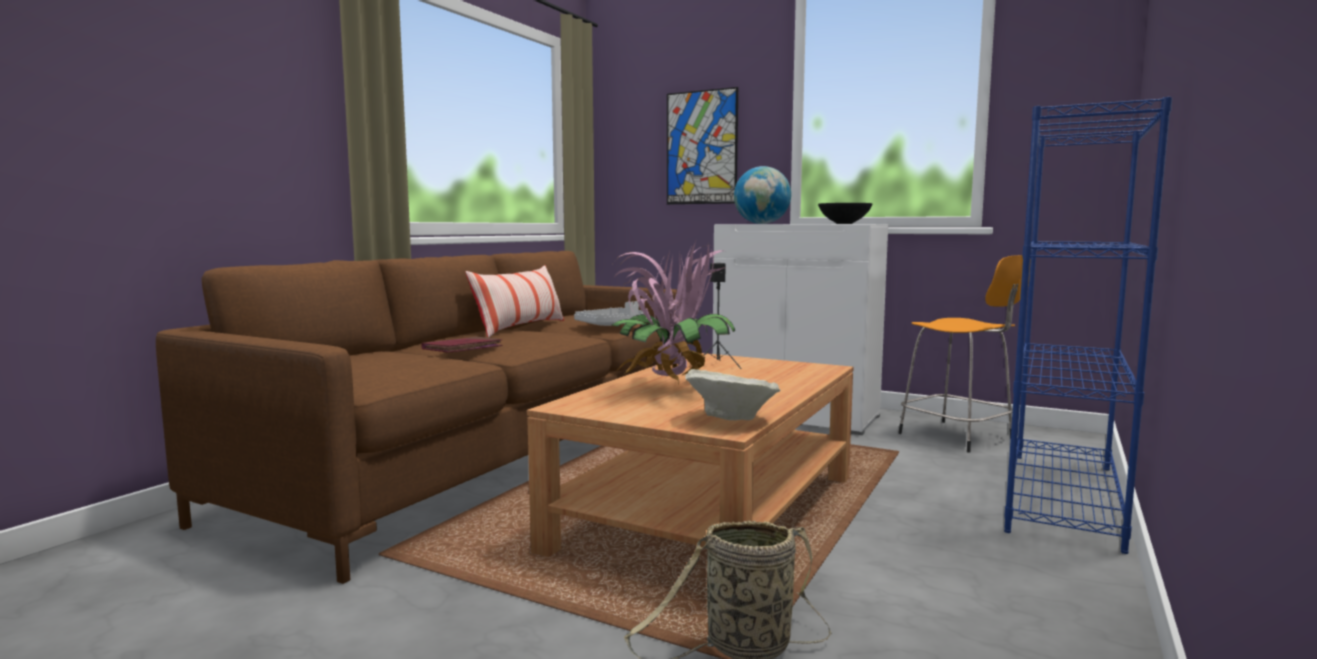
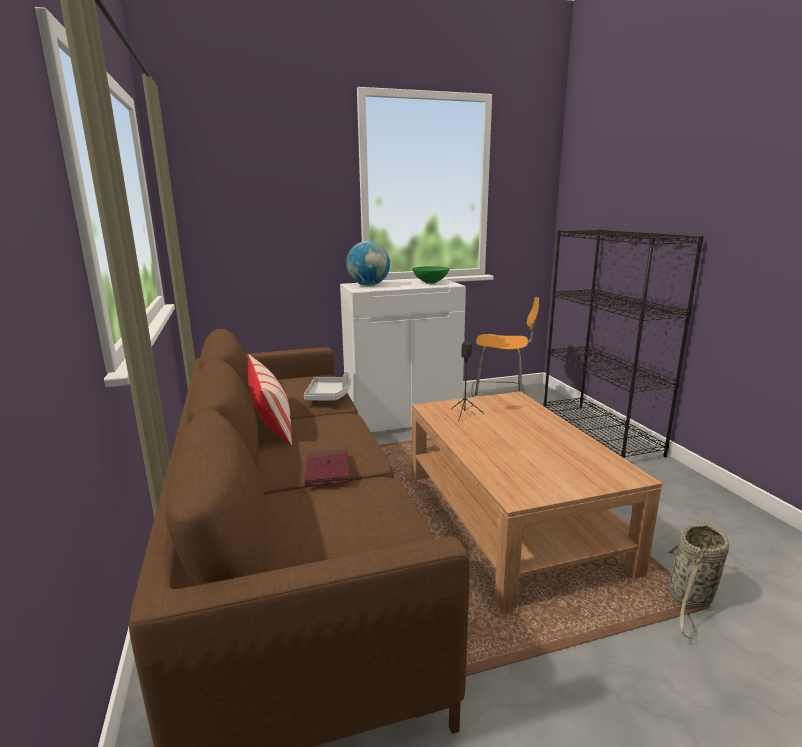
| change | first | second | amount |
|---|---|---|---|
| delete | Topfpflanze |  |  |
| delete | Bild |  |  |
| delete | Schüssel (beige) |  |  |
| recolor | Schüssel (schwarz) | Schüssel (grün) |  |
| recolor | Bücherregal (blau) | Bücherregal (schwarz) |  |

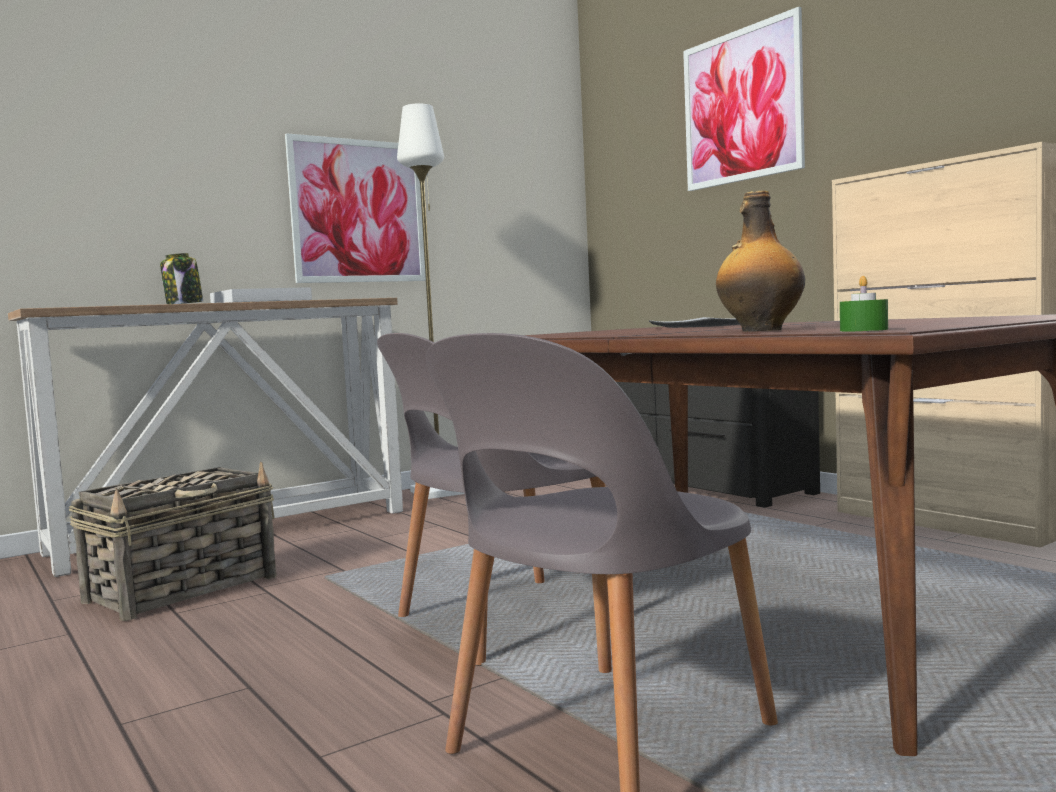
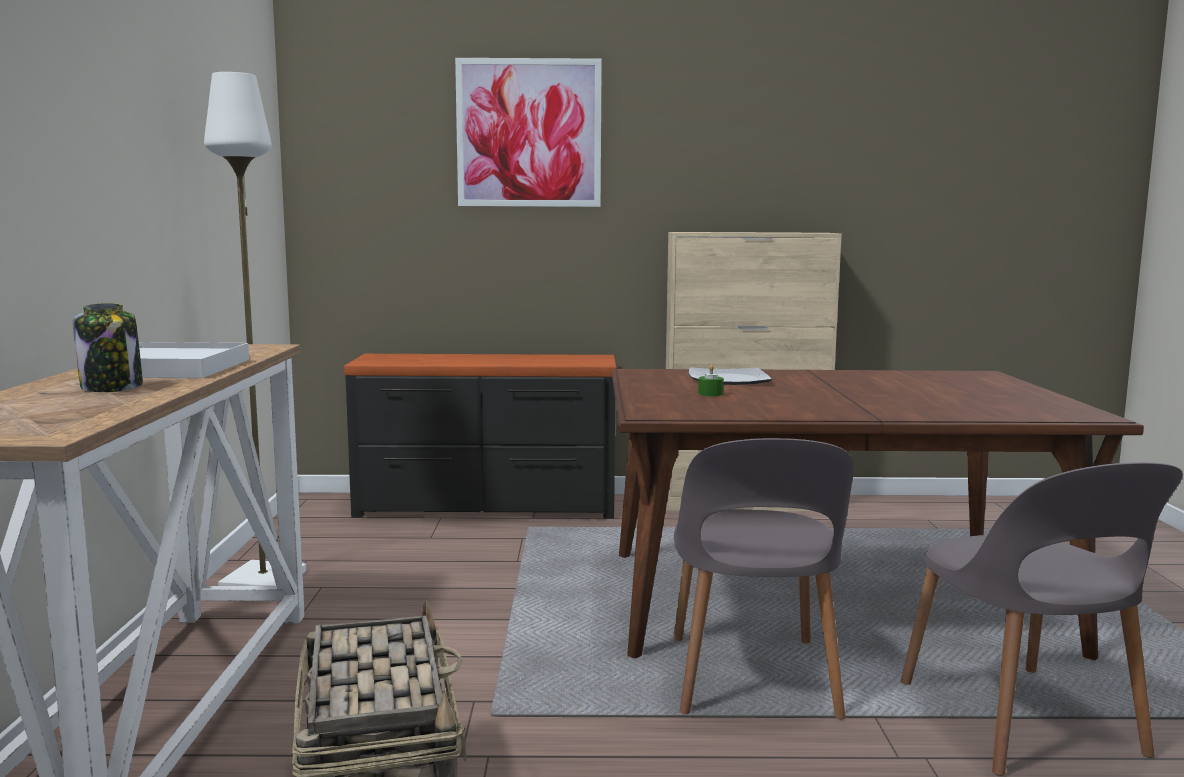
| change | first | second | amount |
|---|---|---|---|
| delete | Bild (1st from left) |  |  |
| delete | Flasche |  |  |
| move | Kerze (grün) |  |  |

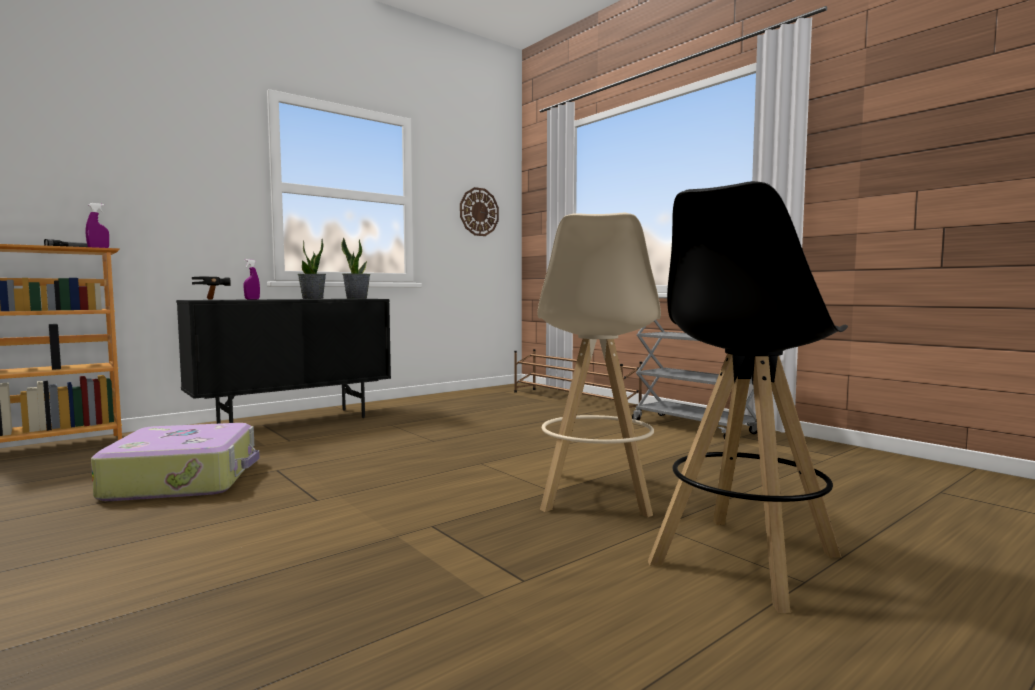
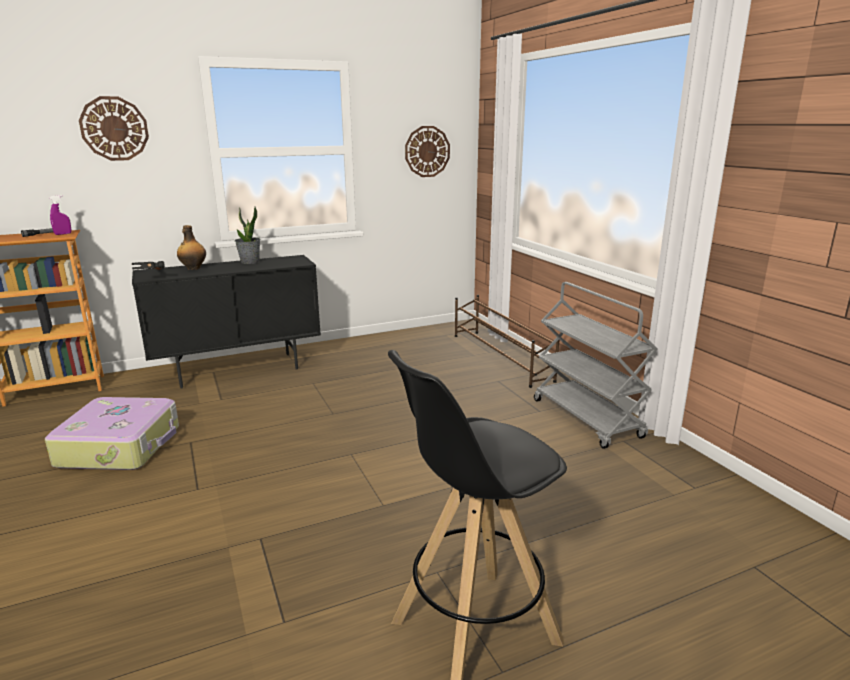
| change | first | second | amount |
|---|---|---|---|
| replace | Sprühflasche (lila) (2nd from left) | Flasche |  |
| delete | Topfpflanze (2nd from left) |  |  |
| delete | Hocker (beige) |  |  |
| insert |  | Wanduhr (1st from left) |  |

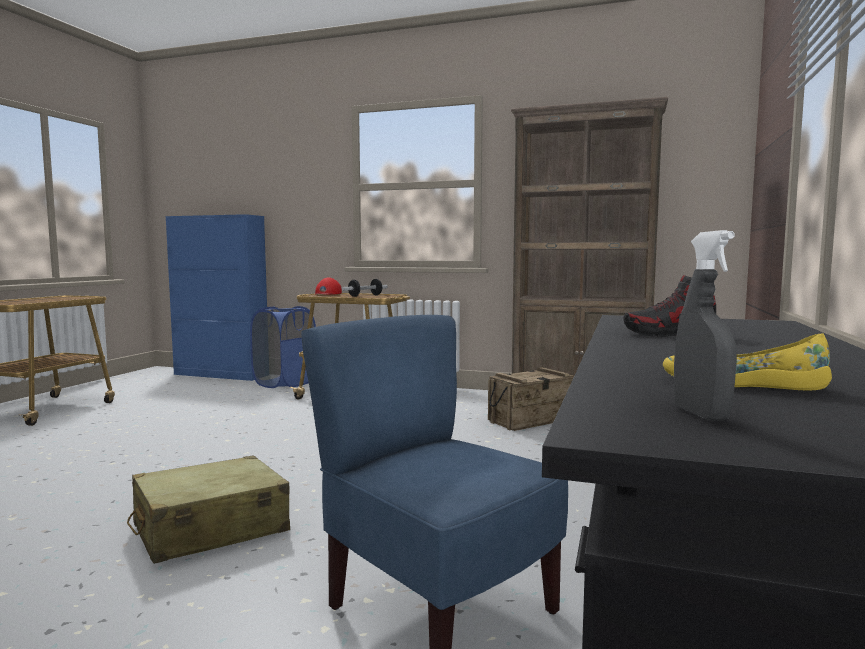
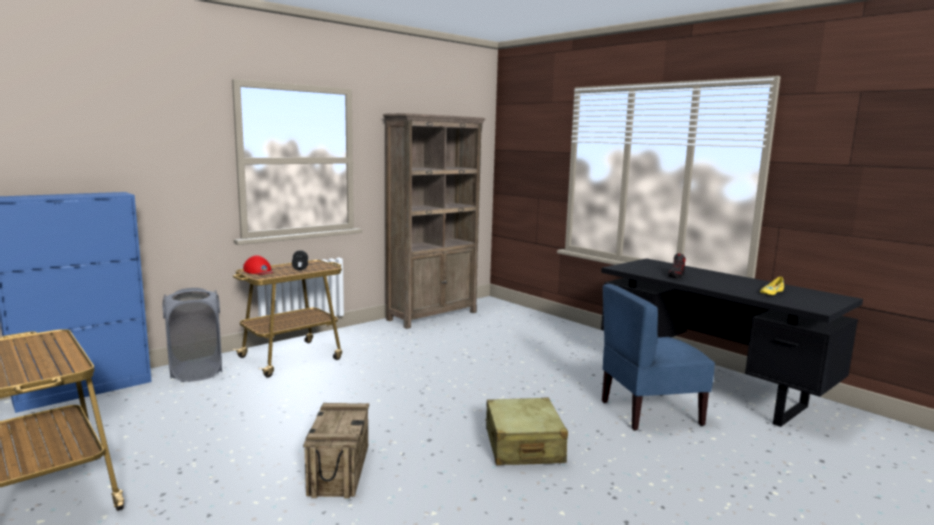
| change | first | second | amount |
|---|---|---|---|
| recolor | Wäschekorb (blau) | Wäschekorb (grau) |  |
| move | Kiste |  |  |
| delete | Sprühflasche (grau) |  |  |

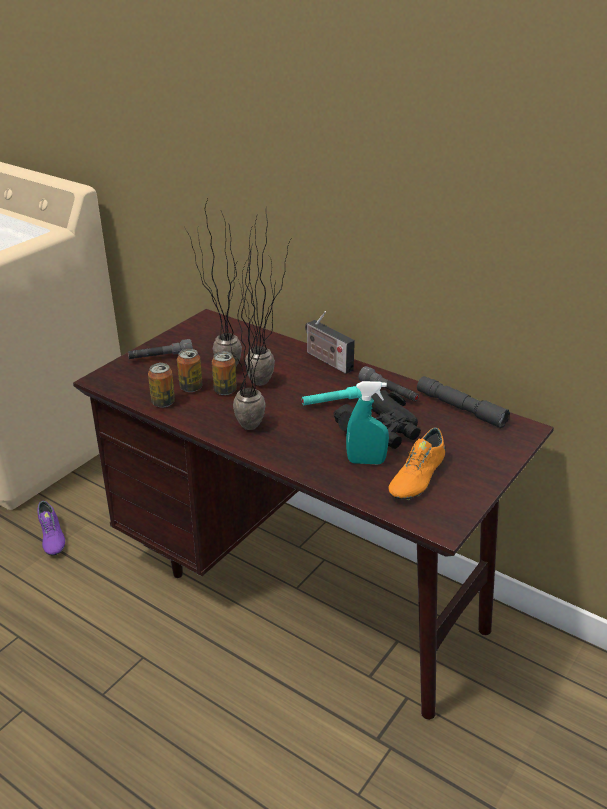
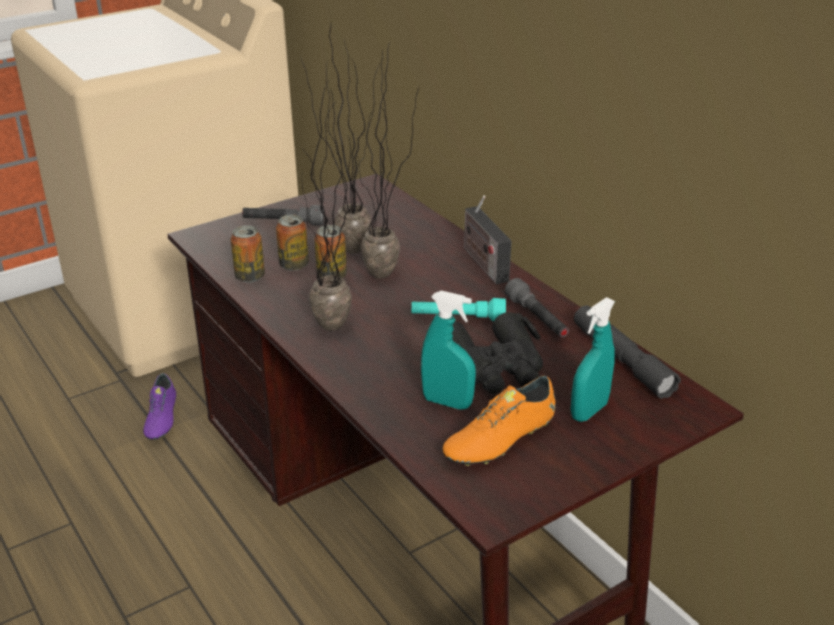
| change | first | second | amount |
|---|---|---|---|
| insert |  | Sprühflasche (türkis) (2nd from left) |  |

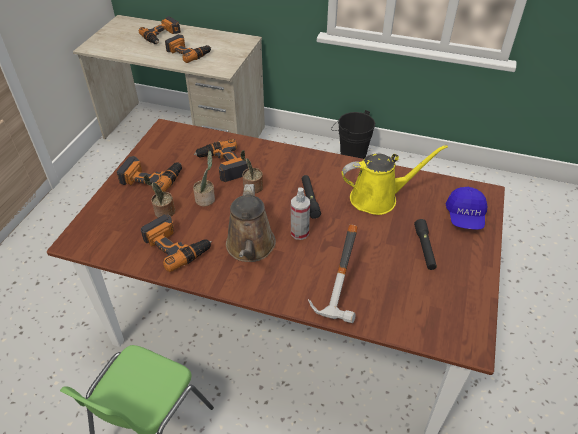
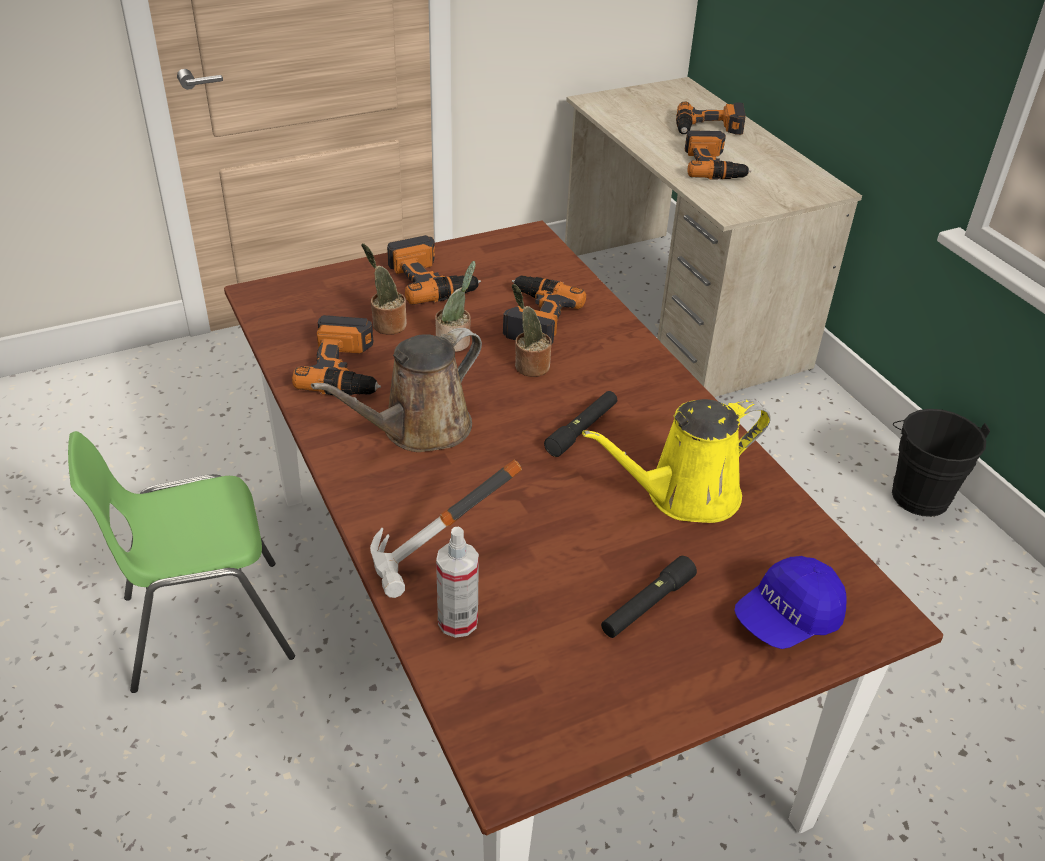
| change | first | second | amount |
|---|---|---|---|
| move | Sprühflasche |  |  |
| rotate | Gießkanne (gelb) |  | 120 degrees clockwise |

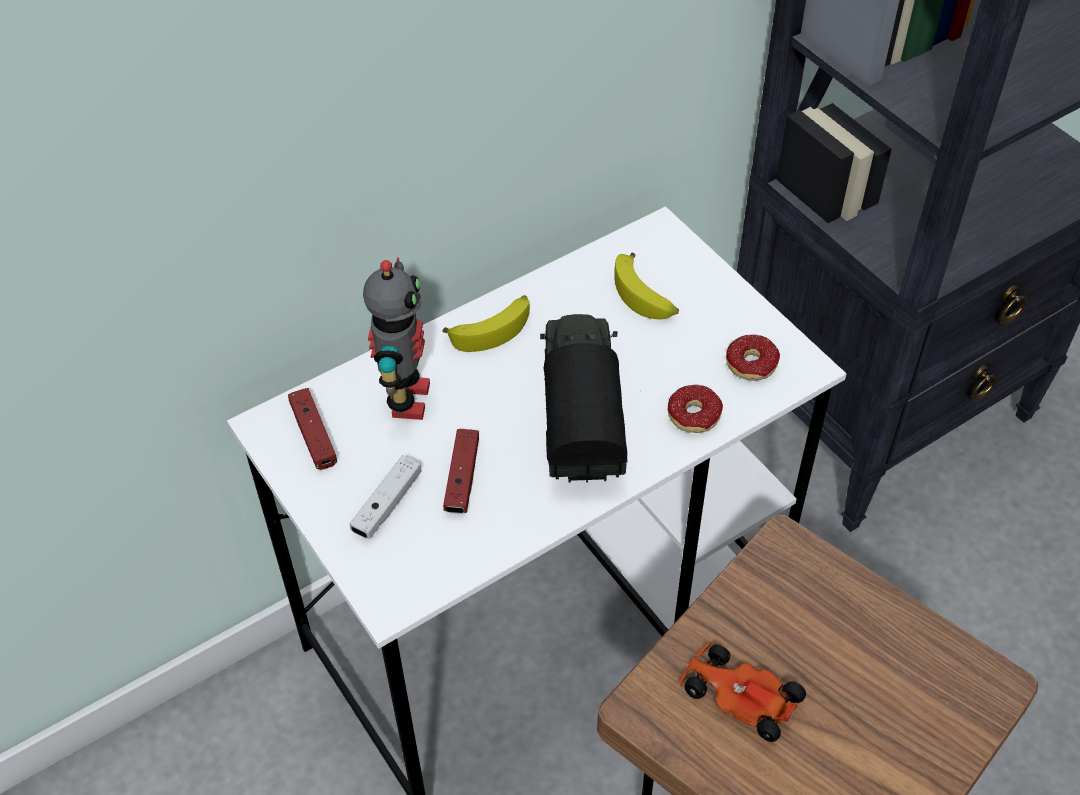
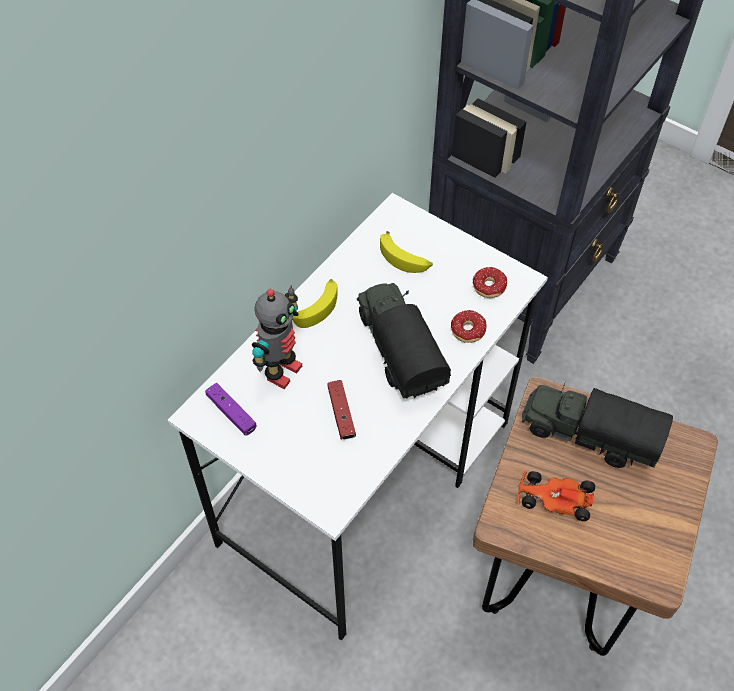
| change | first | second | amount |
|---|---|---|---|
| recolor | Gamepad (rot) (1st from left) | Gamepad (lila) |  |
| delete | Gamepad (weiß) |  |  |
| rotate | Spielzeugroboter |  | 45 degrees clockwise |
| insert |  | Spielzeuglaster (2nd from left) |  |

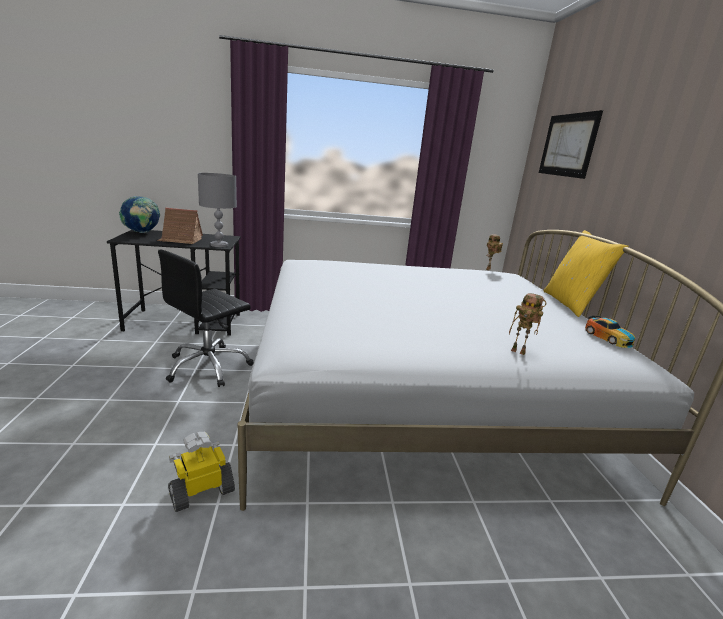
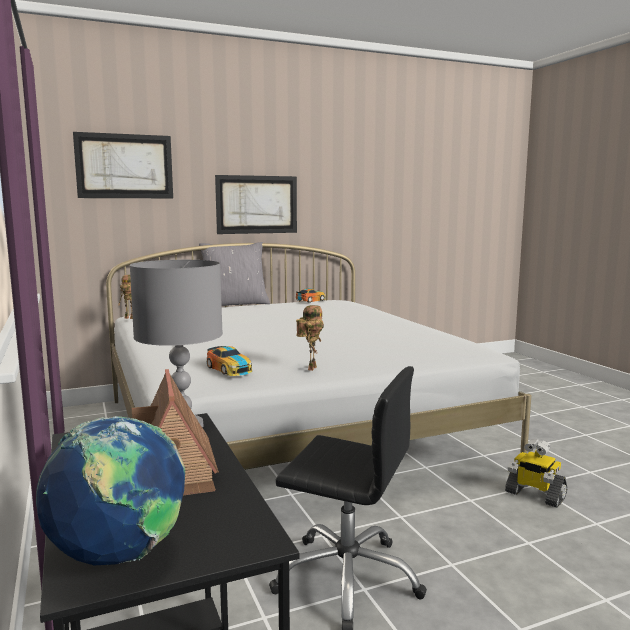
| change | first | second | amount |
|---|---|---|---|
| move | Spielzeugroboter (3rd from left in the first image) | Spielzeugroboter (2nd from left) |  |
| recolor | Kissen (gelb) | Kissen (grau) |  |
| insert |  | Spielzeugauto (1st from left) |  |
| insert |  | Bild (2nd from left) |  |

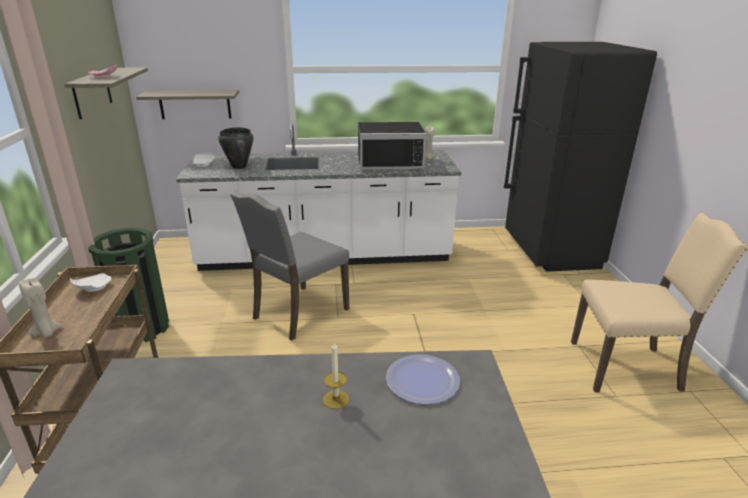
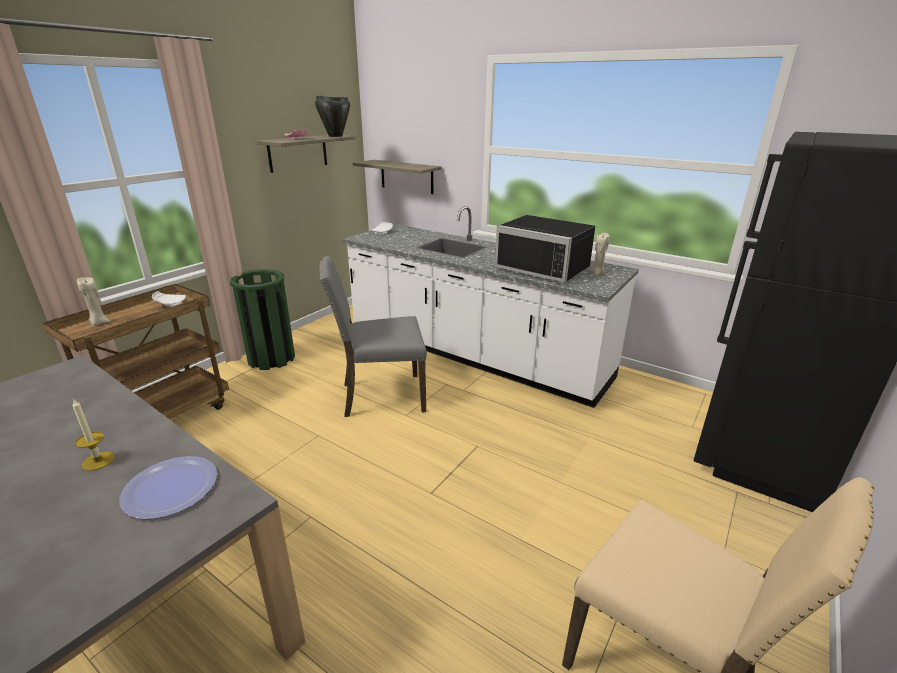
| change | first | second | amount |
|---|---|---|---|
| move | Kochtopf (schwarz) |  |  |

